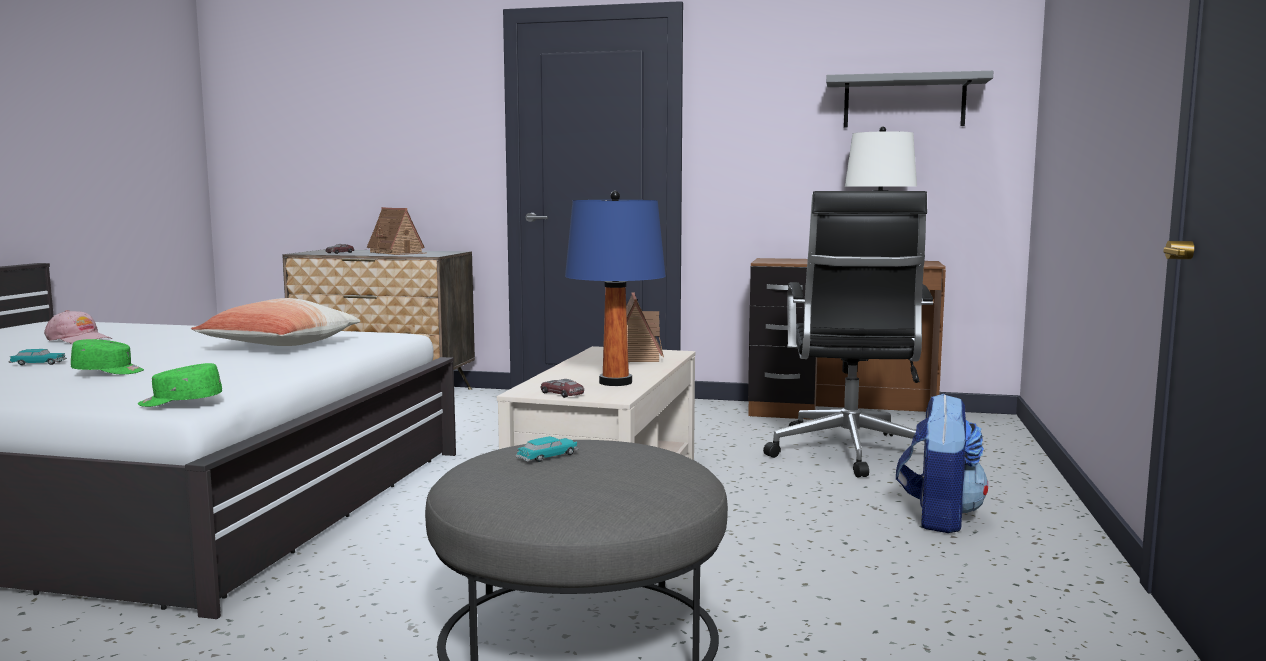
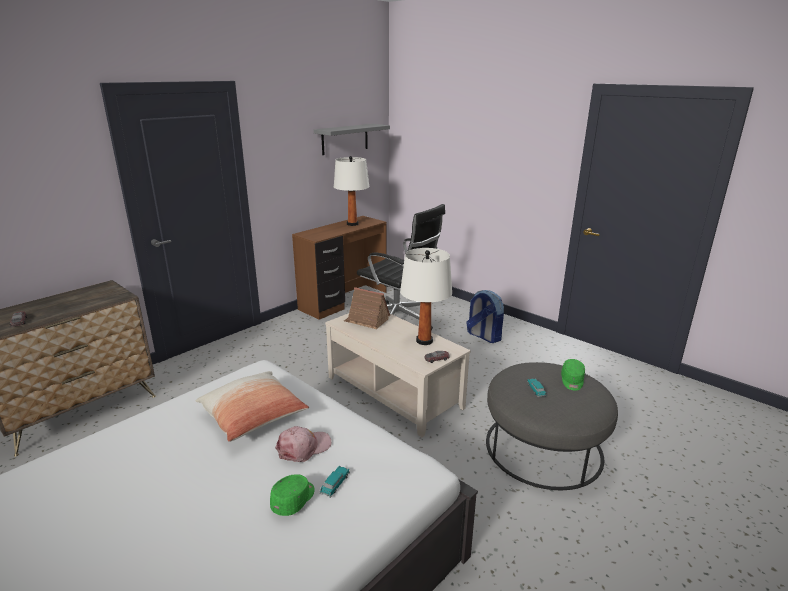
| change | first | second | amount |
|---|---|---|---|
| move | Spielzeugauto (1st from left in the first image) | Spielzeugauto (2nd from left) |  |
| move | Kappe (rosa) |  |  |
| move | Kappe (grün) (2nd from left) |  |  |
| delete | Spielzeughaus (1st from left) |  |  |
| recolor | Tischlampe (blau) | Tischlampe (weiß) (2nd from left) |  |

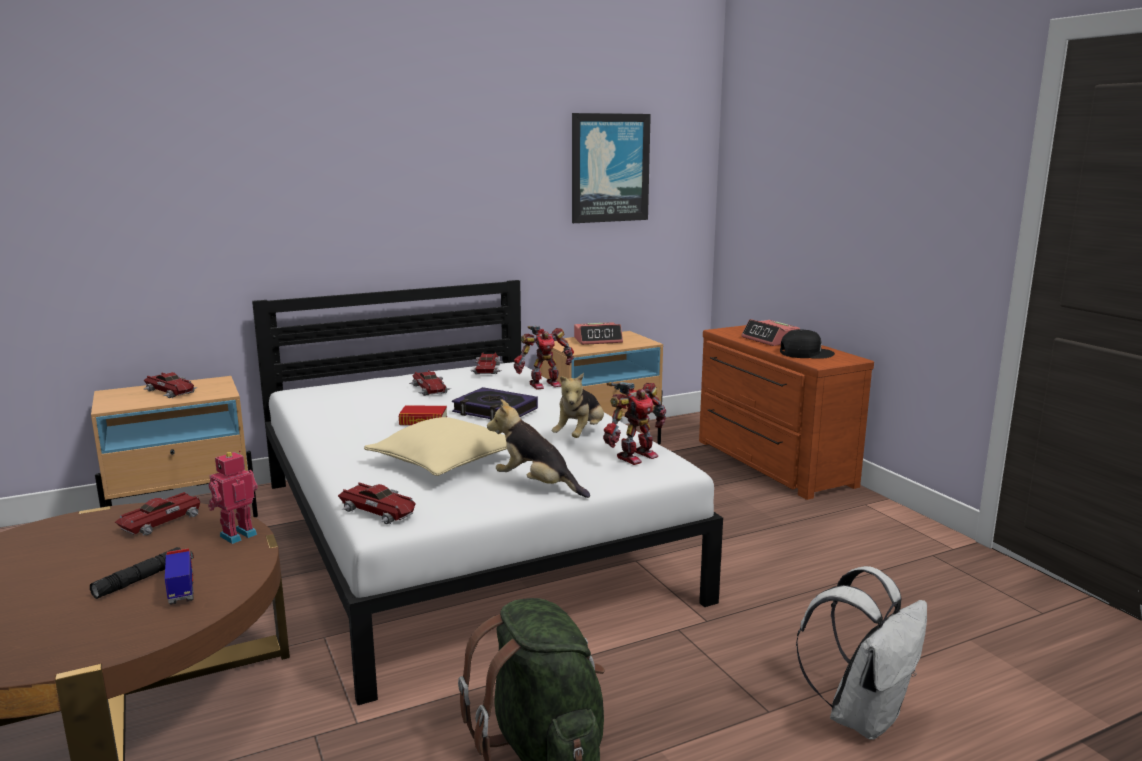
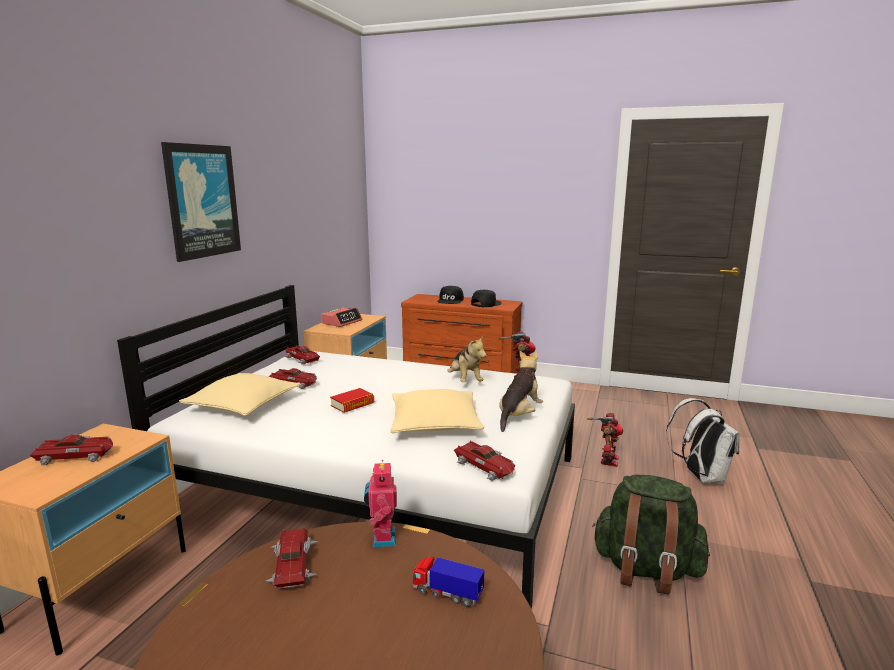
| change | first | second | amount |
|---|---|---|---|
| delete | Taschenlampe (schwarz) |  |  |
| rotate | Spielzeugauto (3rd from left in the first image) | Spielzeugauto (5th from left) | 60 degrees clockwise |
| delete | Buch (2nd from left) |  |  |
| rotate | Plüschtier (1st from left in the first image) | Plüschtier (2nd from left) | 135 degrees clockwise |
| move | Spielzeugroboter (2nd from left in the first image) | Spielzeugroboter (3rd from left) |  |
| move | Bild |  |  |
| replace | Wecker (2nd from left) | Kappe (schwarz) (1st from left) |  |
| insert |  | Kissen (beige) (1st from left) |  |

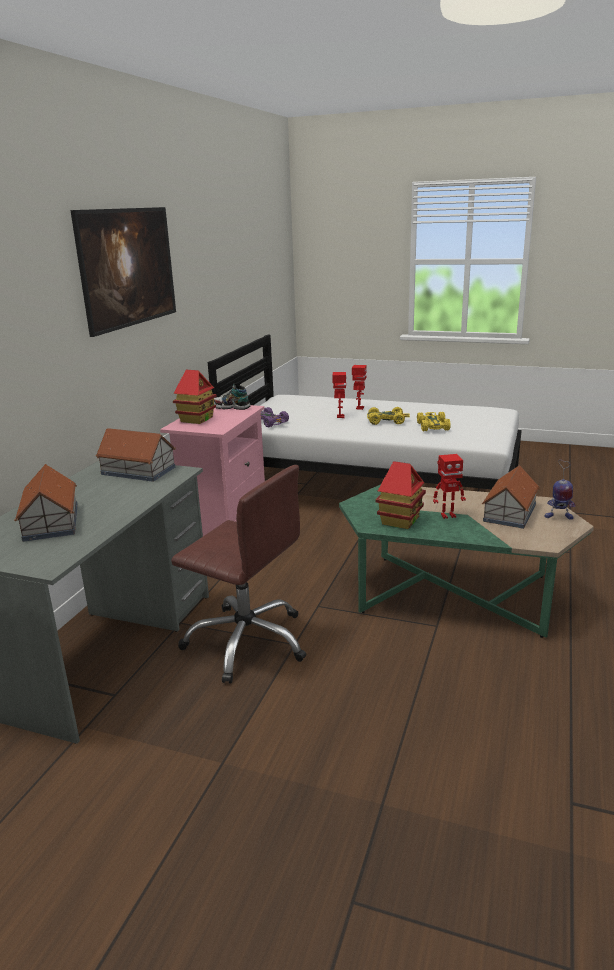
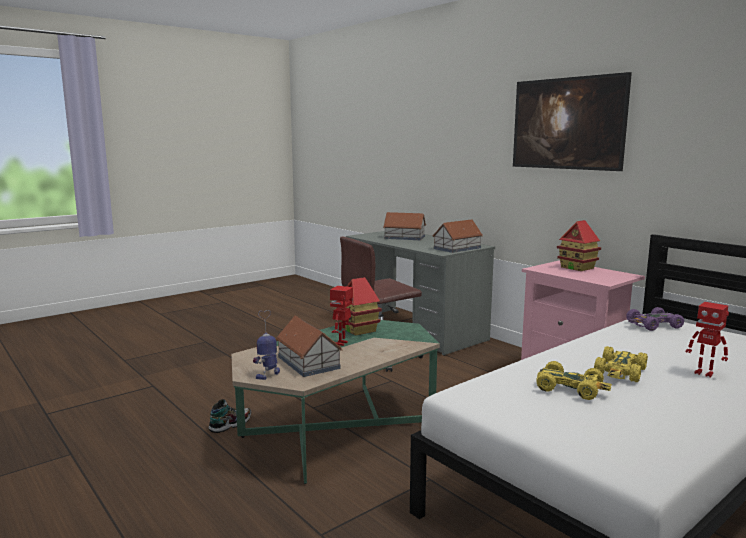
| change | first | second | amount |
|---|---|---|---|
| move | Schuh |  |  |
| delete | Spielzeugroboter (1st from left) |  |  |

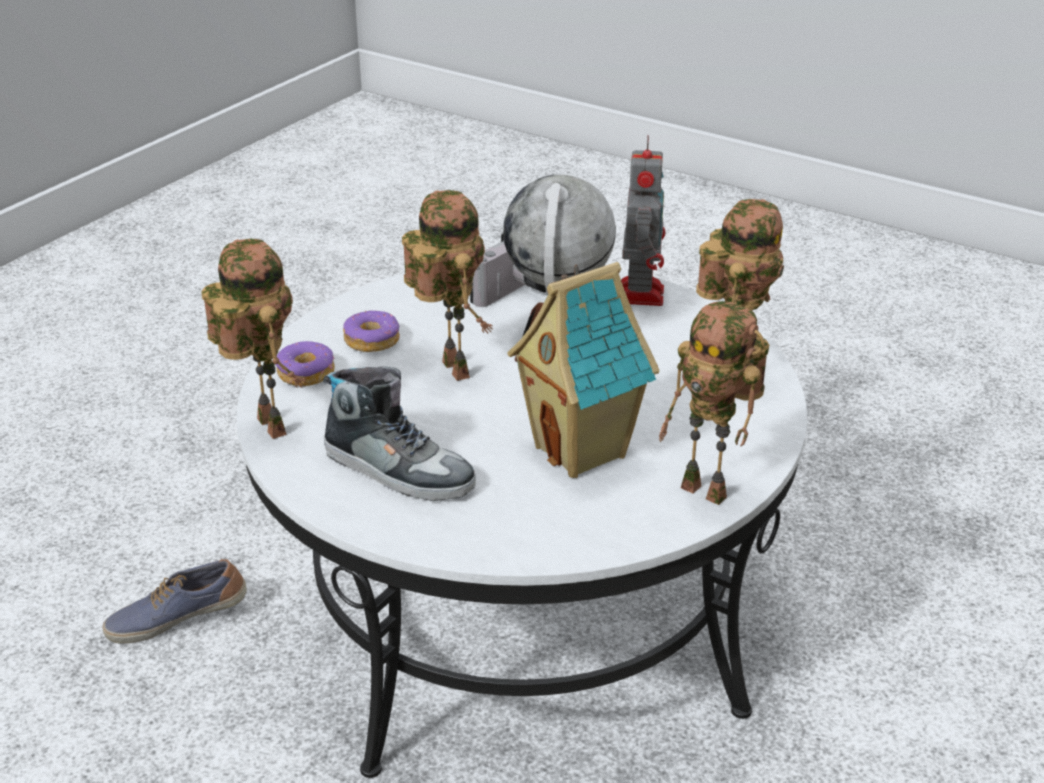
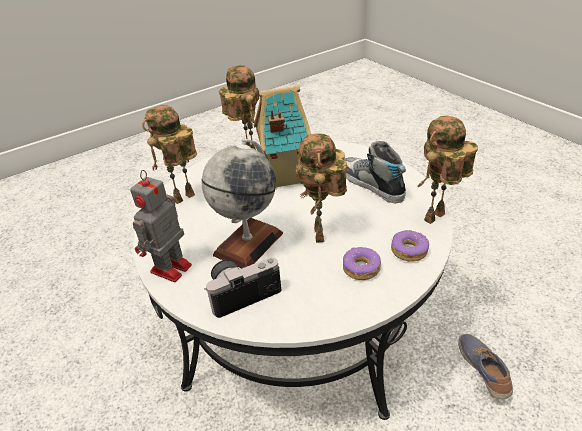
| change | first | second | amount |
|---|---|---|---|
| rotate | Schuh (1st from left in the first image) | Schuh (2nd from left) | 105 degrees counterclockwise |
| rotate | Spielzeugroboter (1st from left in the first image) | Spielzeugroboter (5th from left) | 60 degrees clockwise |

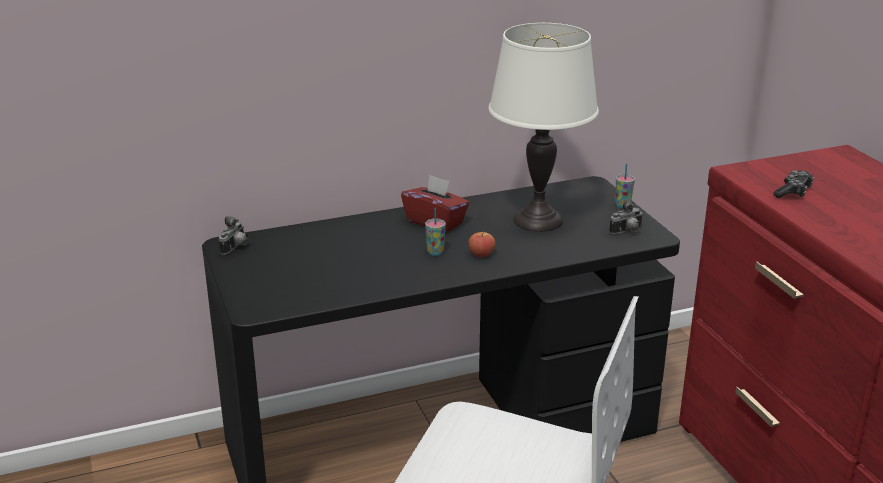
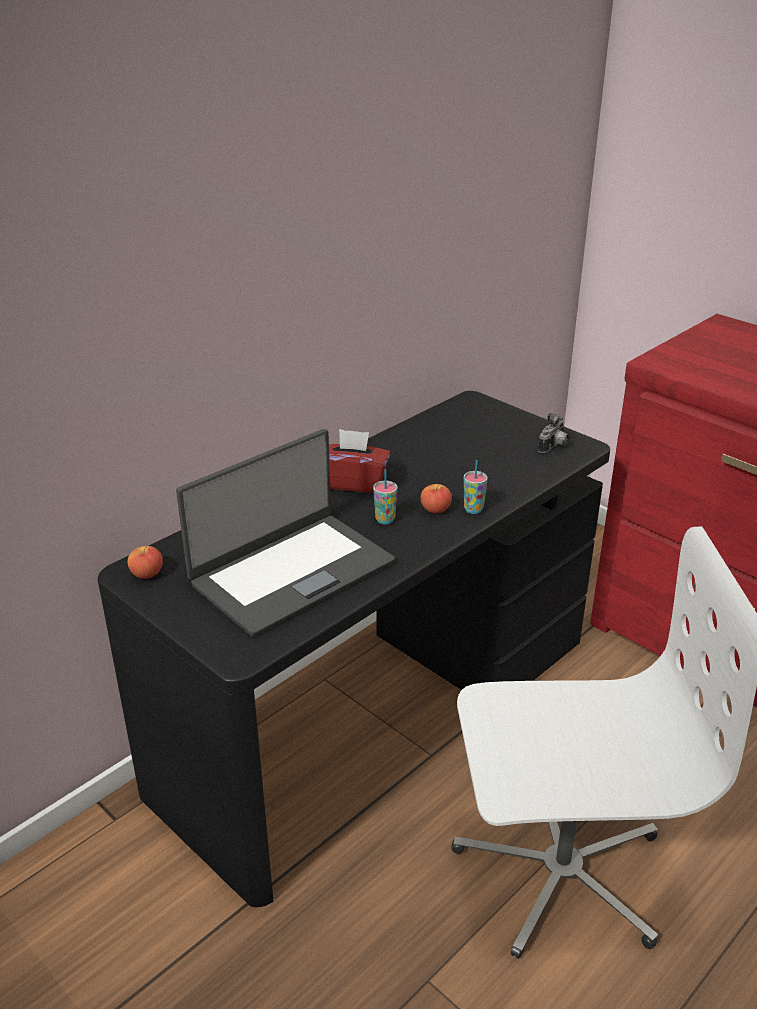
| change | first | second | amount |
|---|---|---|---|
| replace | Kamera (1st from left) | Apfel (1st from left) |  |
| delete | Tischlampe (weiß) |  |  |
| move | Tasse (2nd from left) |  |  |
| delete | Gamepad |  |  |
| insert |  | Laptop |  |

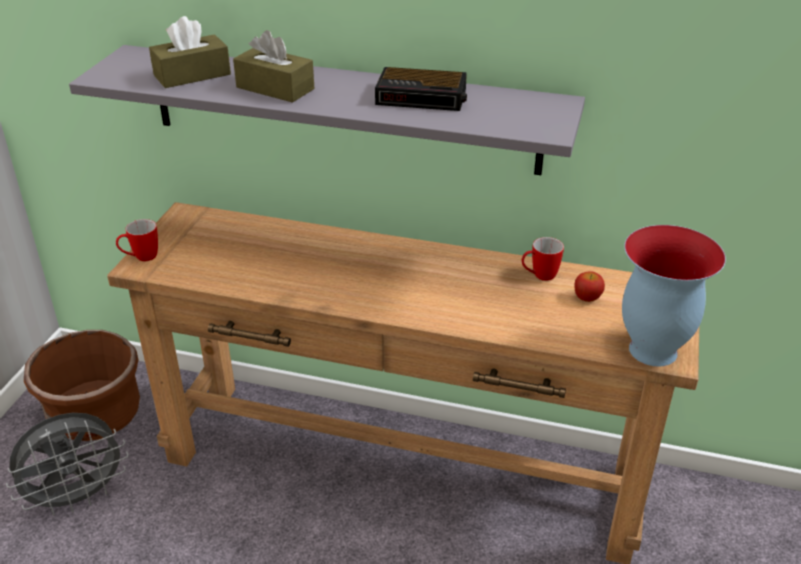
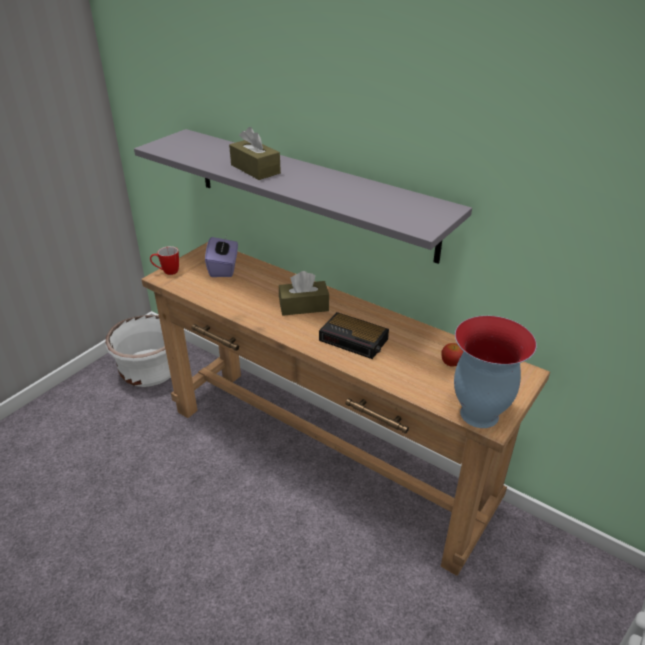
| change | first | second | amount |
|---|---|---|---|
| delete | Ventilator (grau) |  |  |
| recolor | Pflanzkübel (braun) | Pflanzkübel (weiß) |  |
| move | Taschentuchbox (braun) (1st from left in the first image) | Taschentuchbox (braun) (2nd from left) |  |
| move | Wecker |  |  |
| delete | Henkelbecher (2nd from left) |  |  |
| insert |  | Taschentuchbox (lila) |  |

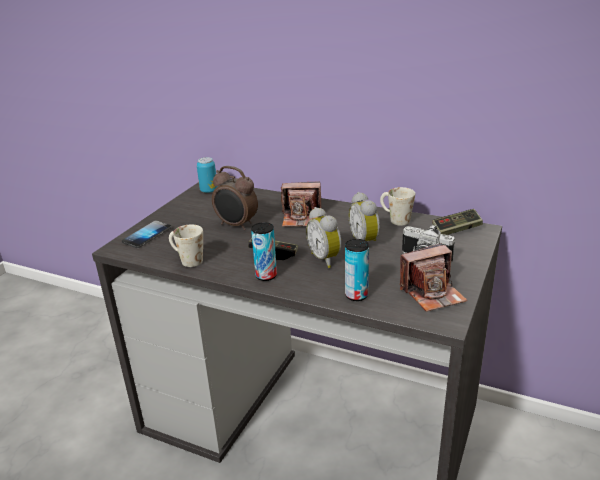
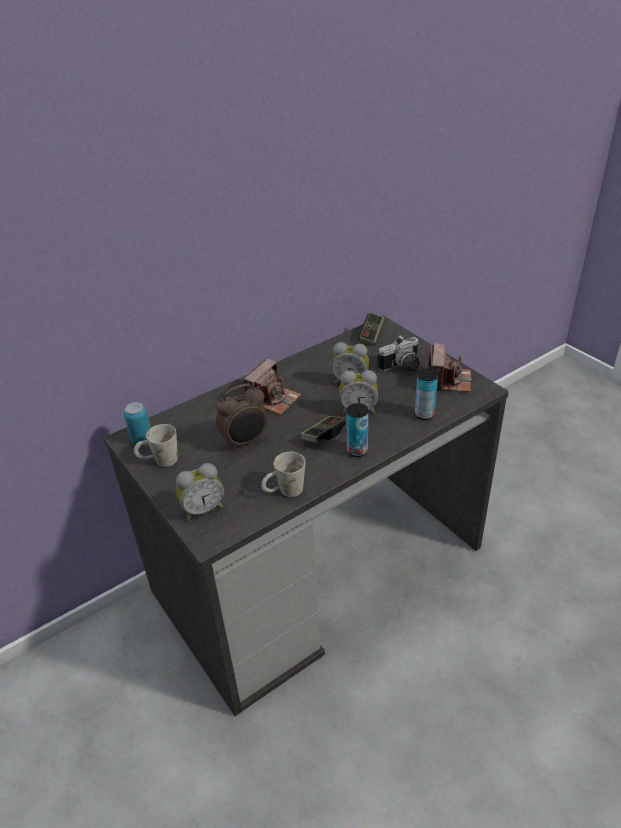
| change | first | second | amount |
|---|---|---|---|
| replace | Handy | Wecker (1st from left) |  |
| move | Henkelbecher (weiß) (2nd from left in the first image) | Henkelbecher (weiß) (1st from left) |  |

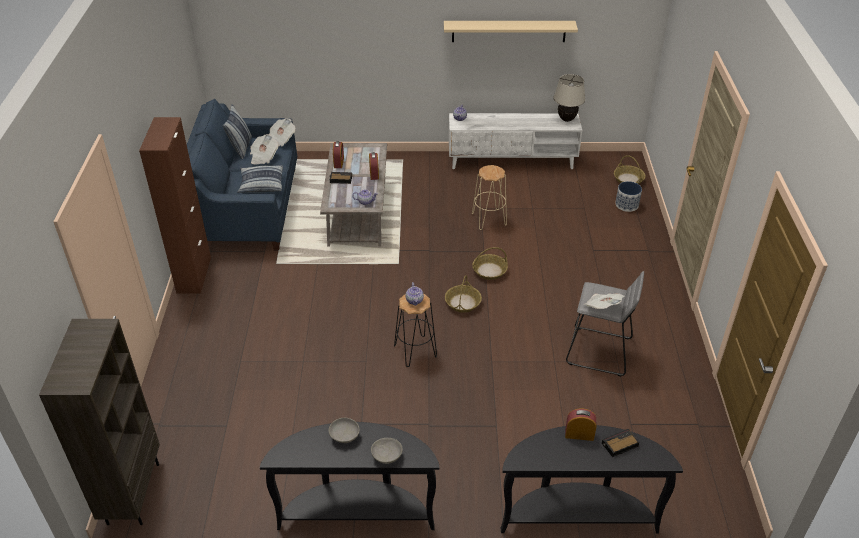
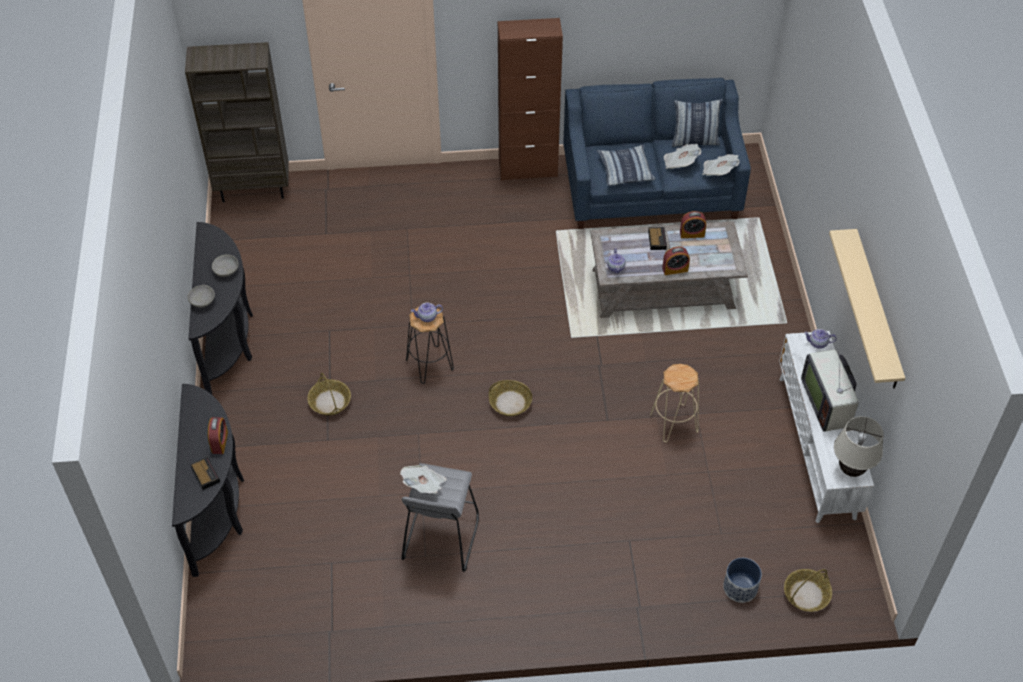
| change | first | second | amount |
|---|---|---|---|
| move | Korb (2nd from left in the first image) | Korb (1st from left) |  |
| insert |  | Fernseher |  |

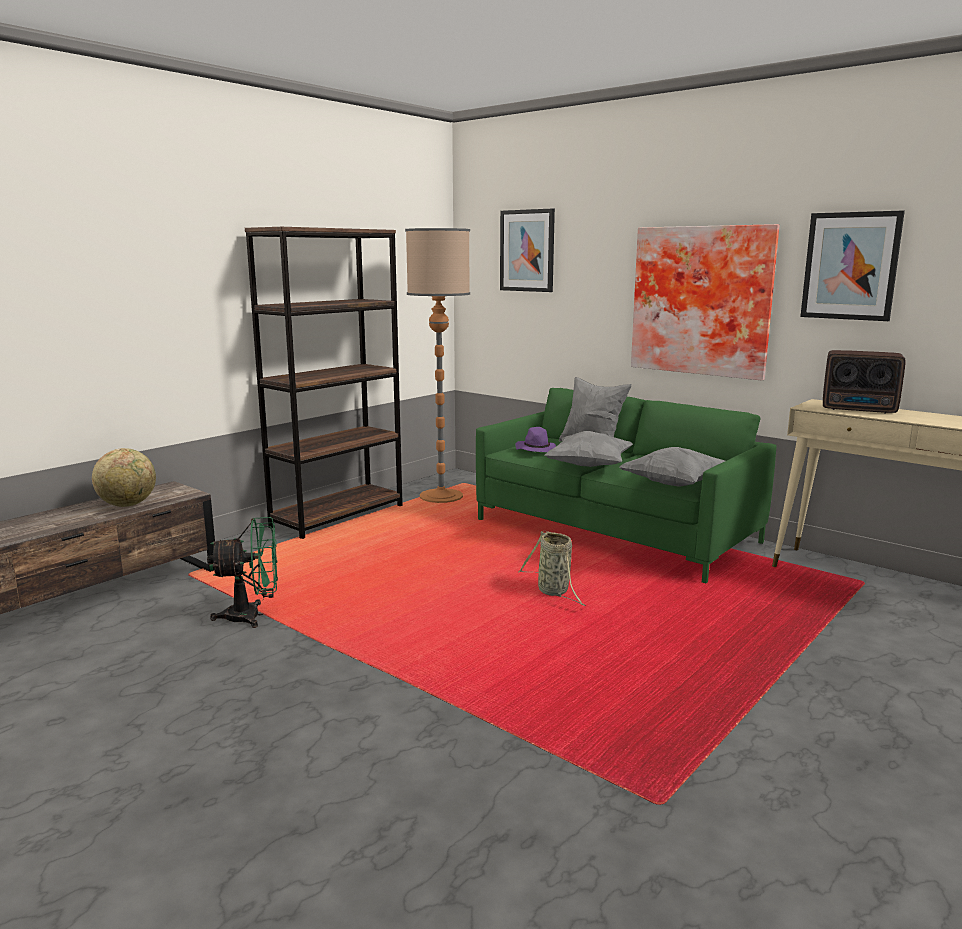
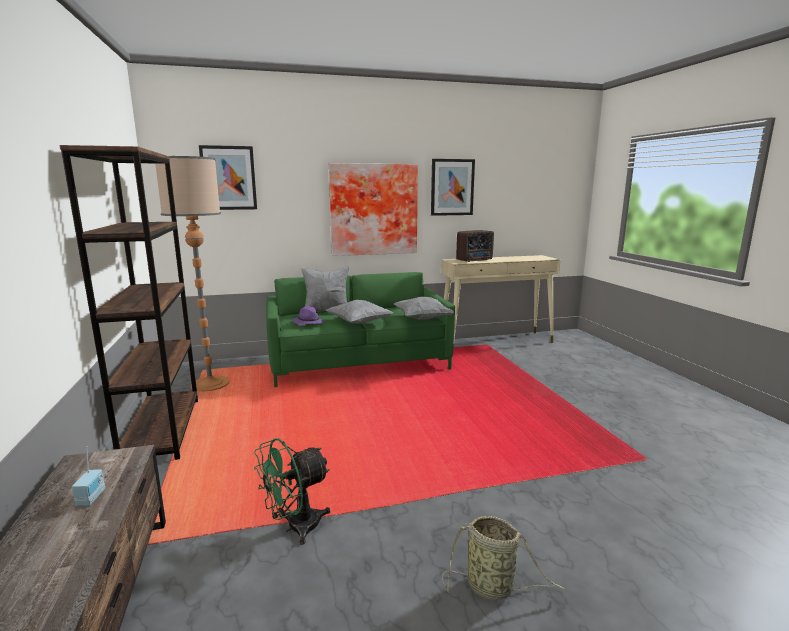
| change | first | second | amount |
|---|---|---|---|
| replace | Globus | Radio (1st from left) |  |
| rotate | Ventilator (grün) |  | 150 degrees counterclockwise |
| move | Korb |  |  |

